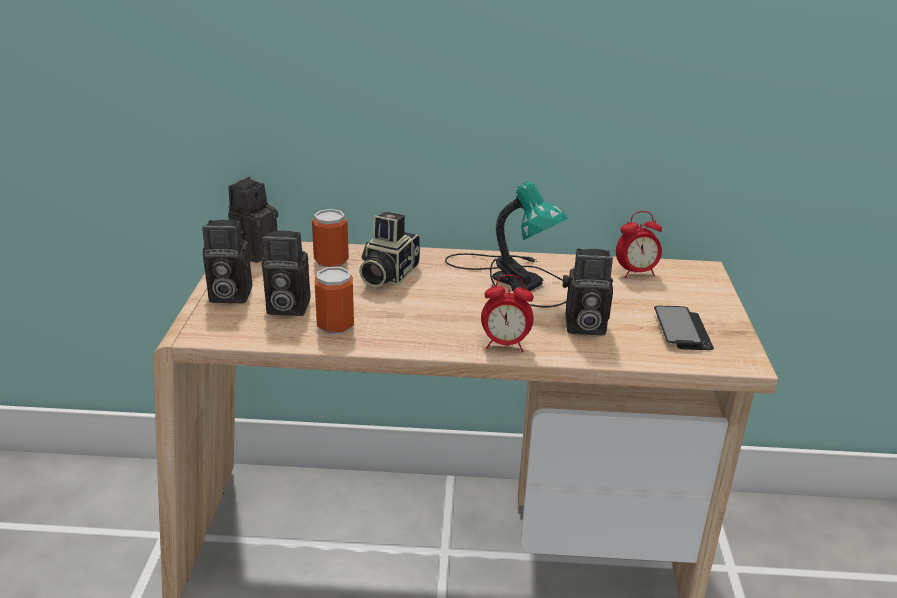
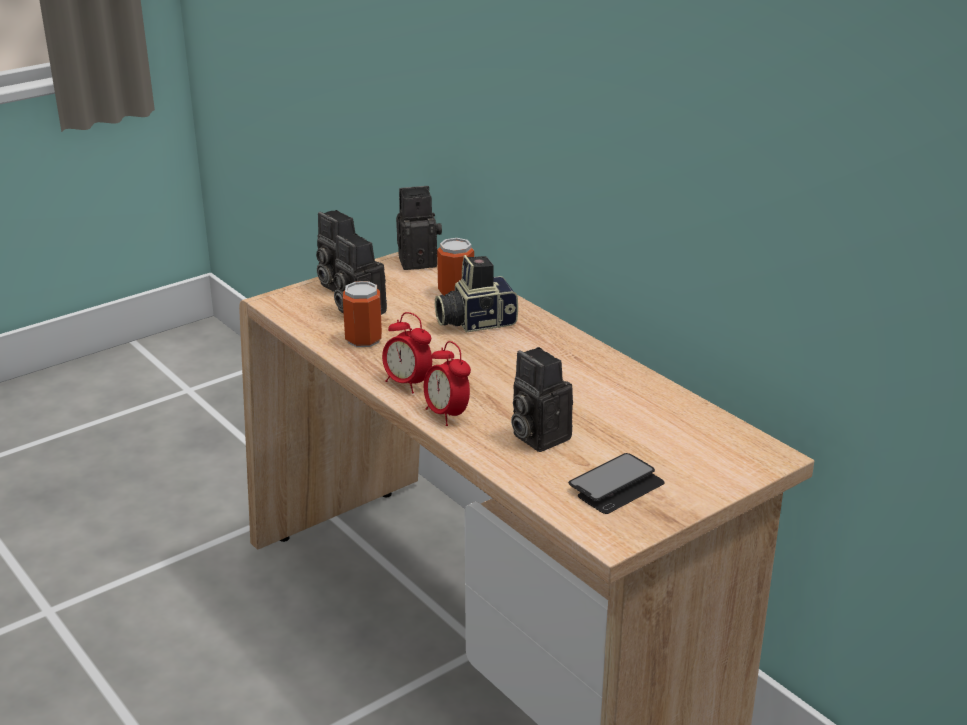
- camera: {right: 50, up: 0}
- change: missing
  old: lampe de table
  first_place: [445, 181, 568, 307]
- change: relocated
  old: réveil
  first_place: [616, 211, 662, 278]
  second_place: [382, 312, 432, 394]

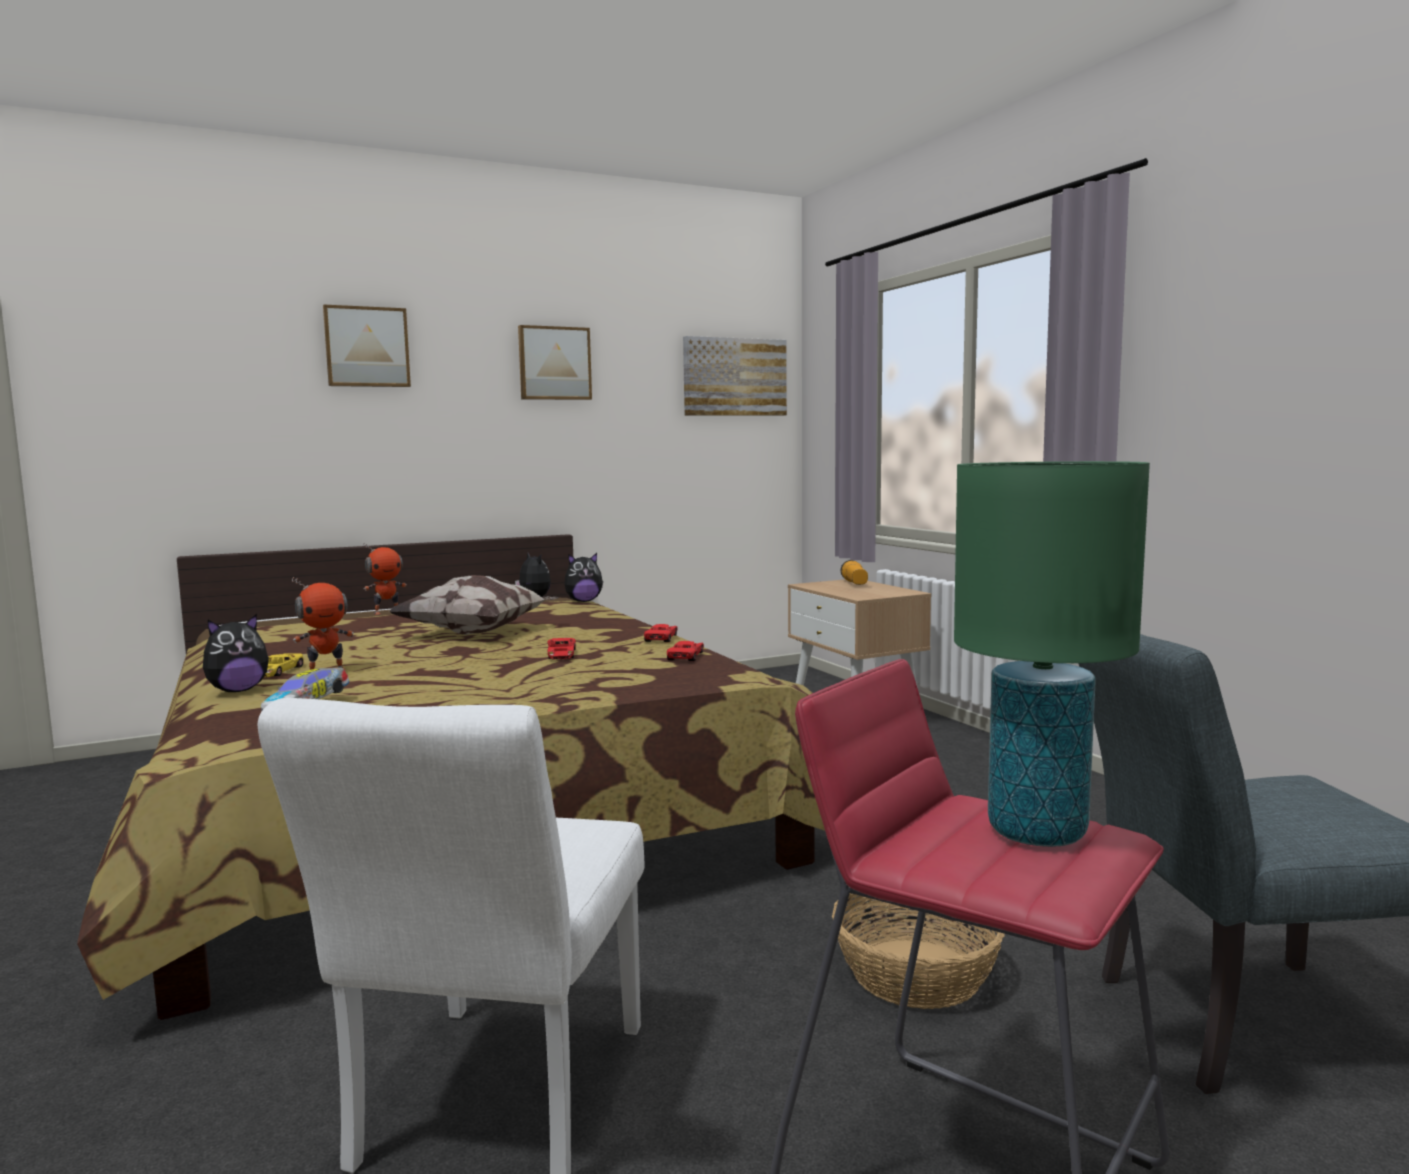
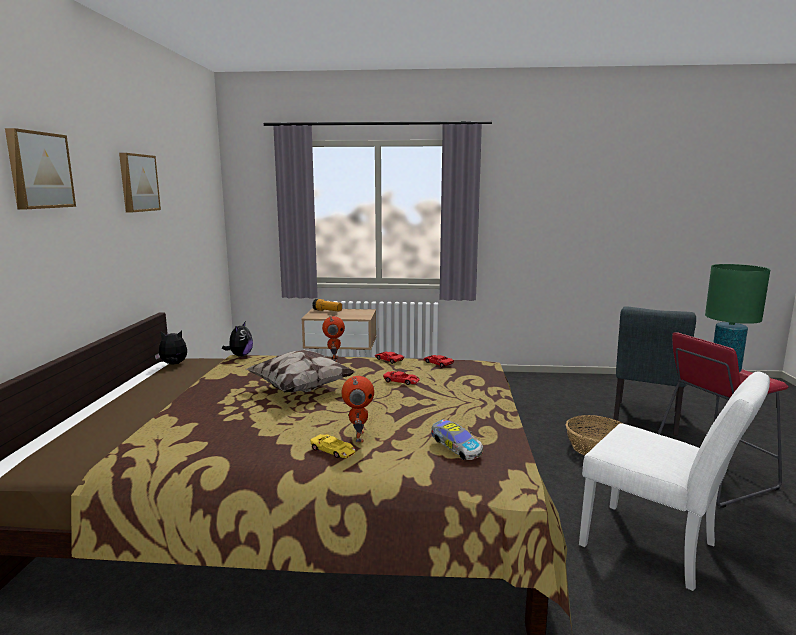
- camera: {right: -60, up: 5}
- change: missing
  old: tableau
  first_place: [683, 336, 787, 416]
- change: relocated
  old: robot jouet
  first_place: [363, 544, 407, 615]
  second_place: [322, 316, 345, 362]
- change: missing
  old: peluche
  first_place: [203, 614, 269, 692]

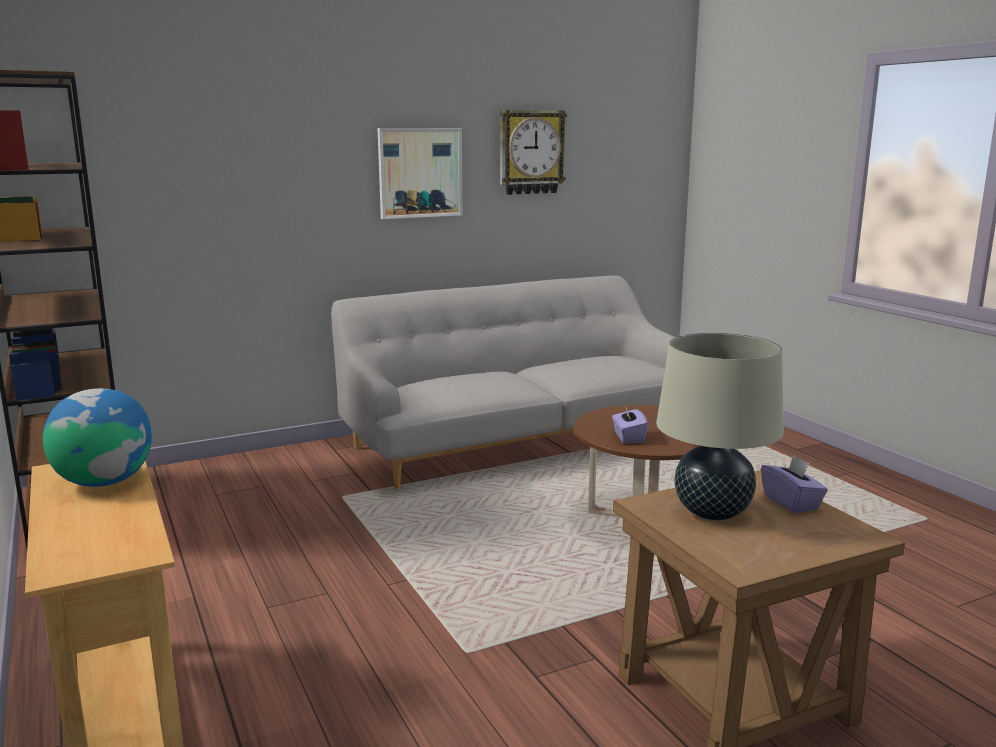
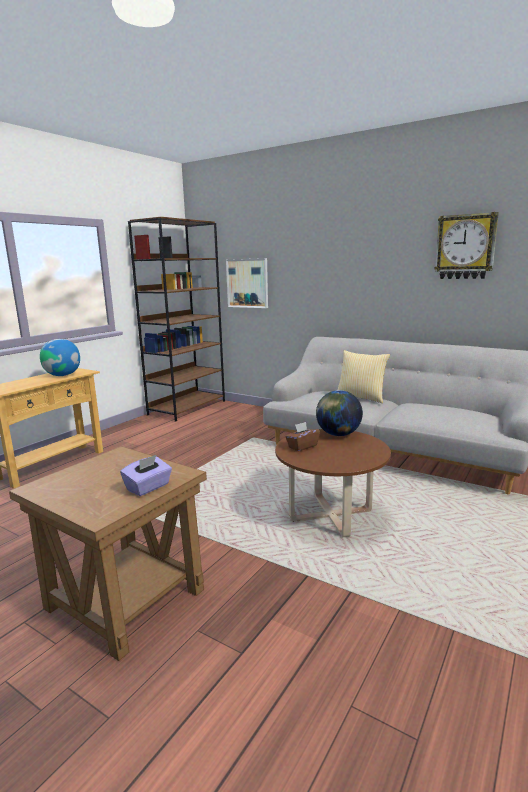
- camera: {right: 60, up: 0}
- change: relocated
  old: tableau
  first_place: [377, 128, 463, 219]
  second_place: [226, 258, 268, 308]
- change: missing
  old: lampe de table [beige]
  first_place: [656, 333, 784, 520]
- change: colour
  old: boîte à mouchoirs [violet]
  new: boîte à mouchoirs [marron]
  first_place: [612, 404, 648, 443]
  second_place: [285, 422, 320, 451]
- change: appeared
  new: coussin
  second_place: [338, 350, 390, 403]
- change: appeared
  new: globe
  second_place: [316, 390, 363, 436]

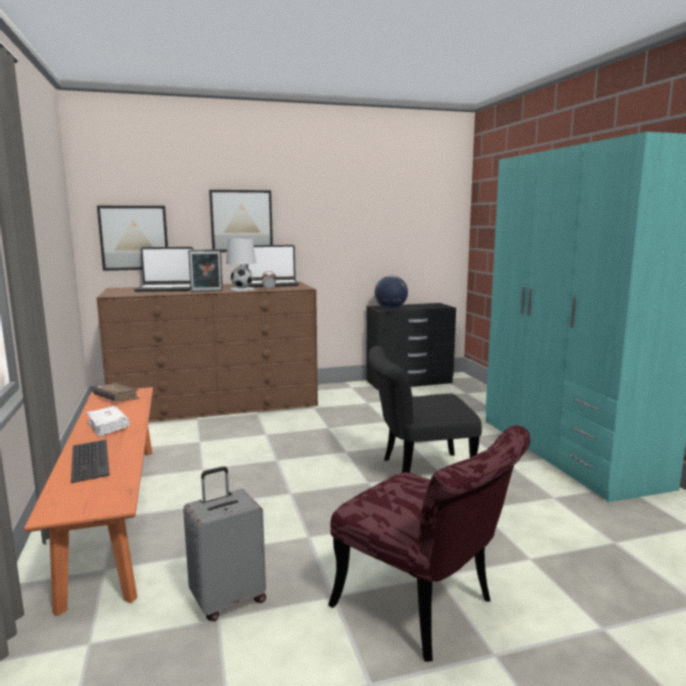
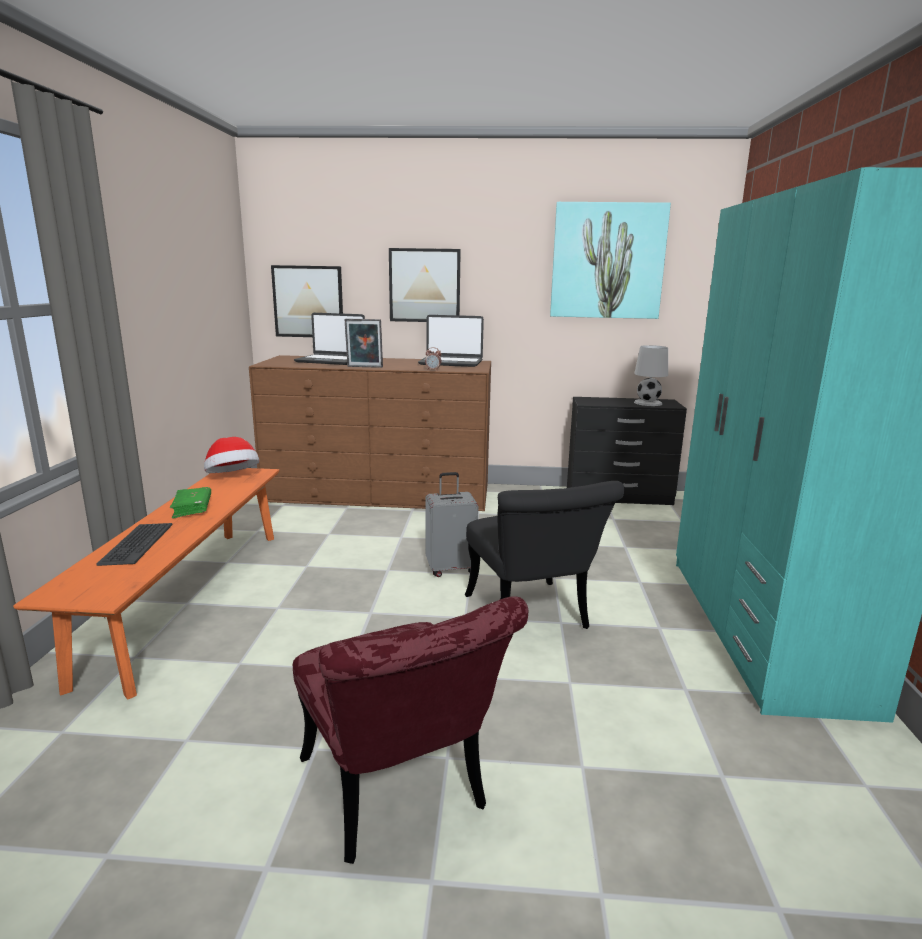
- camera: {right: 20, up: 5}
- change: relocated
  old: lampe de table [blanc]
  first_place: [226, 238, 256, 291]
  second_place: [634, 345, 668, 406]
- change: missing
  old: globe
  first_place: [374, 276, 408, 309]
- change: spun
  old: chaise [noir]
  first_place: [368, 346, 482, 473]
  second_place: [465, 481, 625, 629]
  degrees: -120
- change: exchanged
  old: livre [marron]
  new: chapeau
  first_place: [93, 383, 139, 402]
  second_place: [204, 437, 260, 473]
- change: colour
  old: livre [blanc]
  new: livre [vert]
  first_place: [86, 406, 130, 437]
  second_place: [170, 487, 211, 519]
- change: relocated
  old: valise [gris]
  first_place: [183, 466, 266, 621]
  second_place: [425, 472, 478, 577]
- change: appeared
  new: tableau
  second_place: [550, 202, 671, 319]

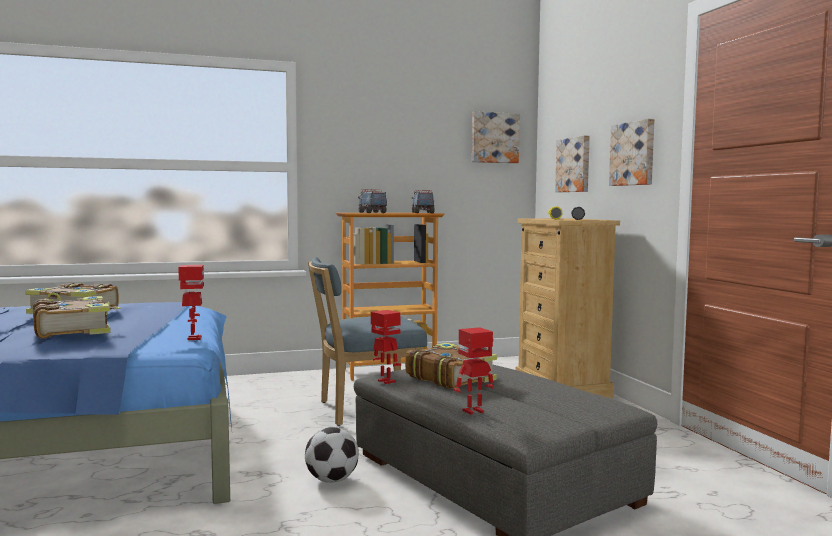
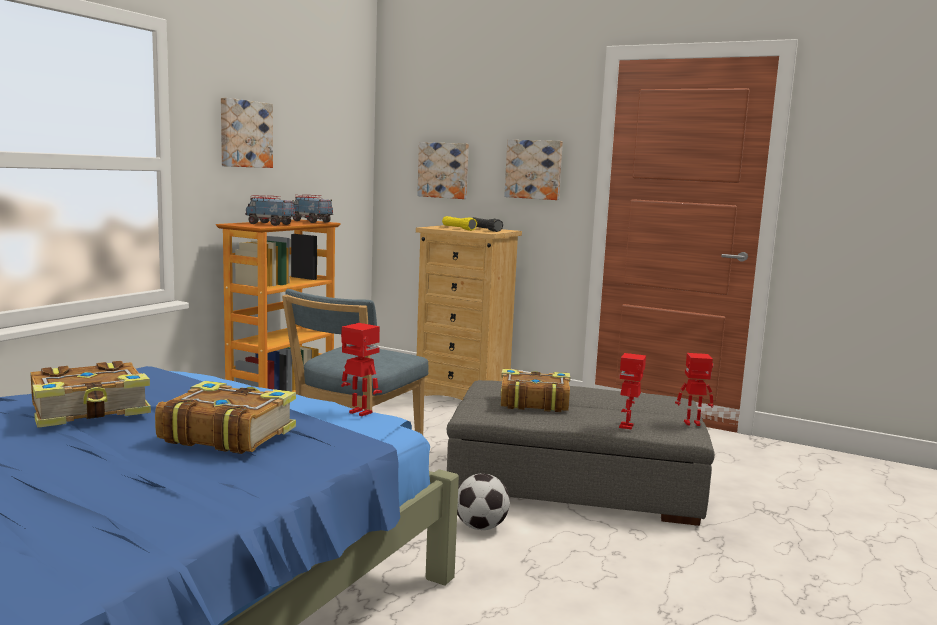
- camera: {right: -45, up: 5}
- change: relocated
  old: tableau
  first_place: [472, 111, 520, 163]
  second_place: [221, 98, 273, 168]
- change: relocated
  old: robot jouet
  first_place: [371, 310, 401, 384]
  second_place: [675, 353, 714, 426]

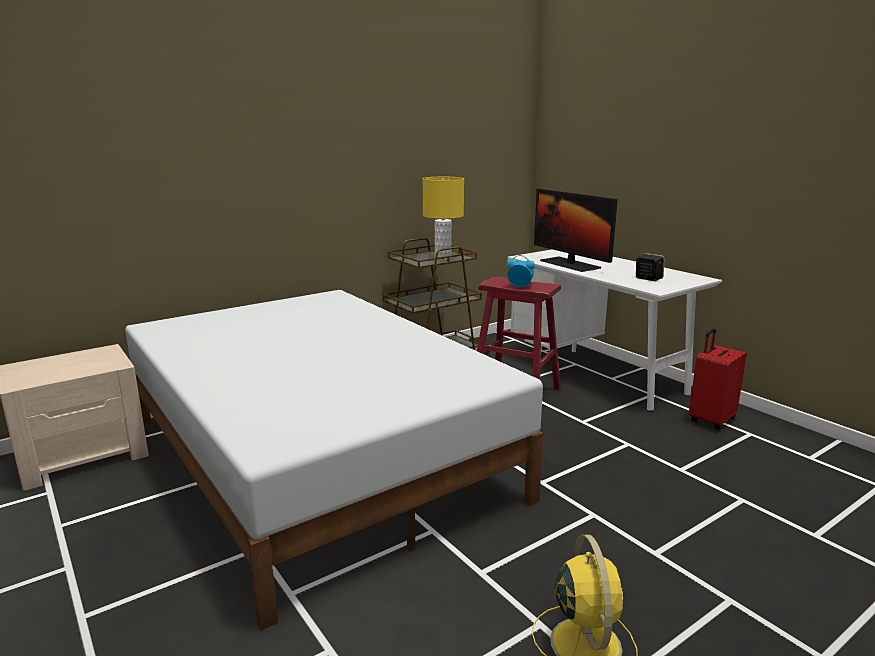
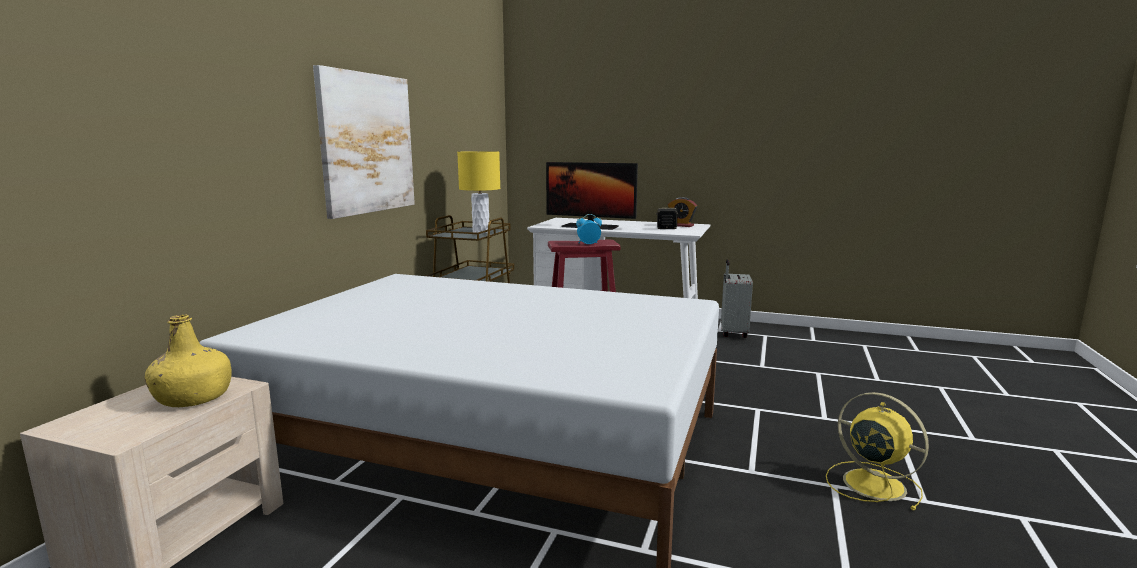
- camera: {right: -35, up: -5}
- change: colour
  old: valise [rouge]
  new: valise [gris]
  first_place: [689, 328, 747, 430]
  second_place: [721, 259, 753, 338]
- change: appeared
  new: tableau
  second_place: [313, 65, 415, 219]
- change: appeared
  new: réveil
  second_place: [668, 197, 697, 227]
- change: appeared
  new: bouteille [jaune]
  second_place: [145, 315, 232, 407]

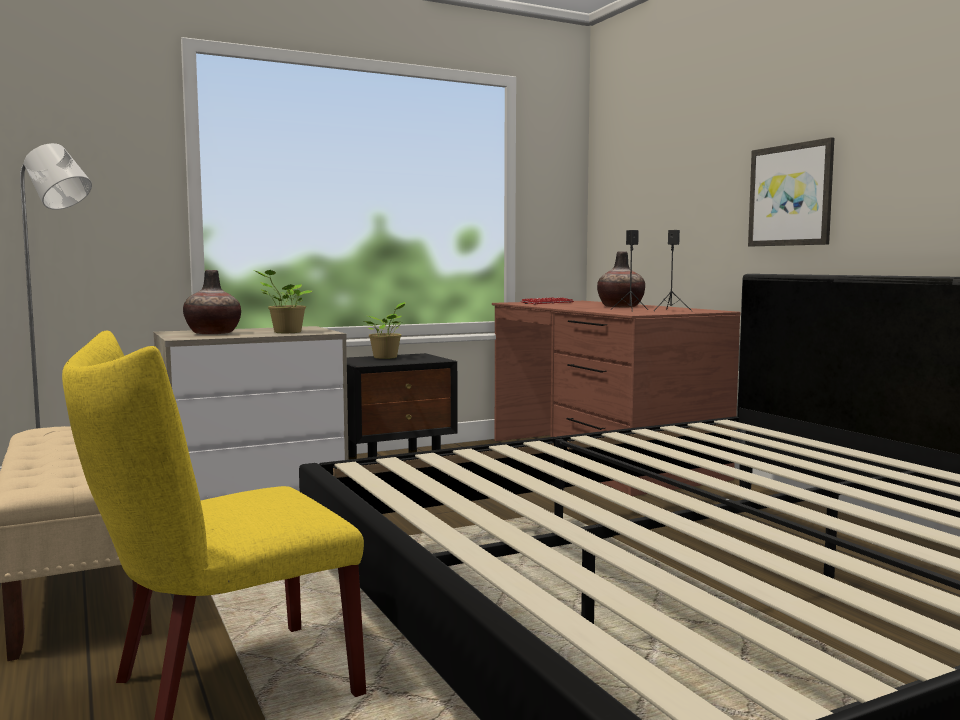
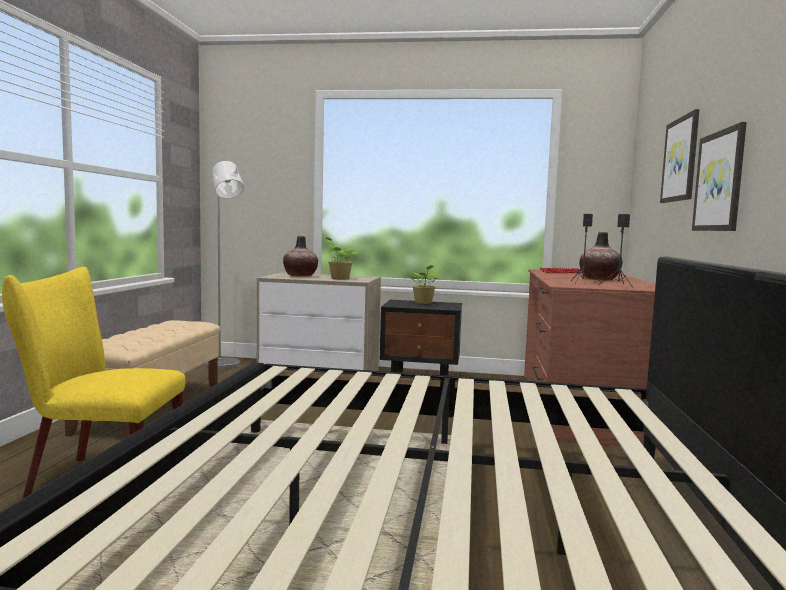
- camera: {right: 35, up: 0}
- change: appeared
  new: tableau
  second_place: [660, 109, 699, 203]

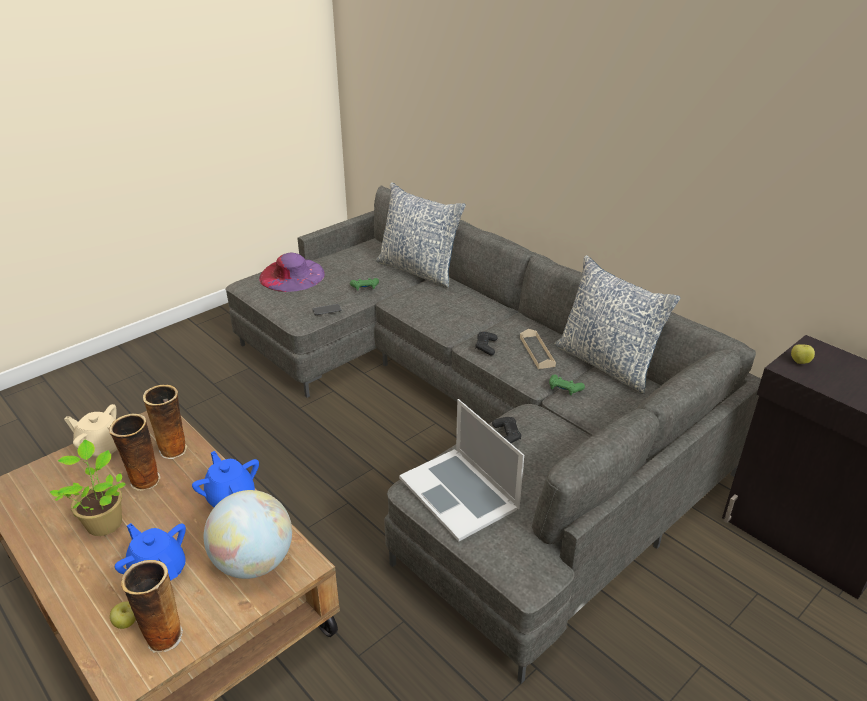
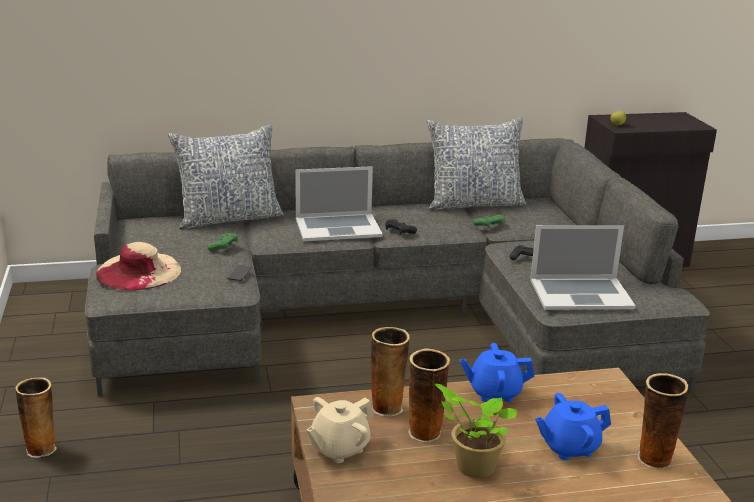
- camera: {right: -60, up: -10}
- change: colour
  old: chapeau [violet]
  new: chapeau [beige]
  first_place: [259, 253, 325, 292]
  second_place: [96, 242, 181, 290]
- change: missing
  old: plateau [beige]
  first_place: [520, 329, 556, 369]
- change: missing
  old: globe
  first_place: [204, 490, 292, 579]
- change: missing
  old: pomme
  first_place: [110, 602, 136, 629]
- change: appeared
  new: ordinateur portable
  second_place: [295, 166, 383, 241]
- change: appeared
  new: vase
  second_place: [15, 377, 57, 458]

